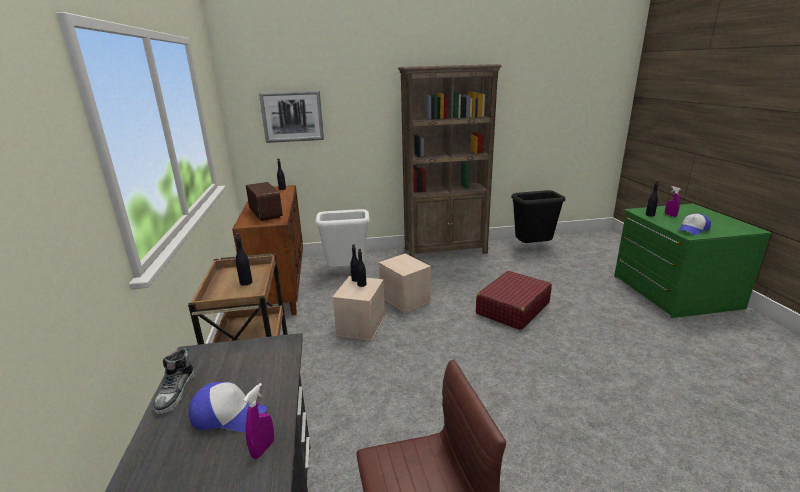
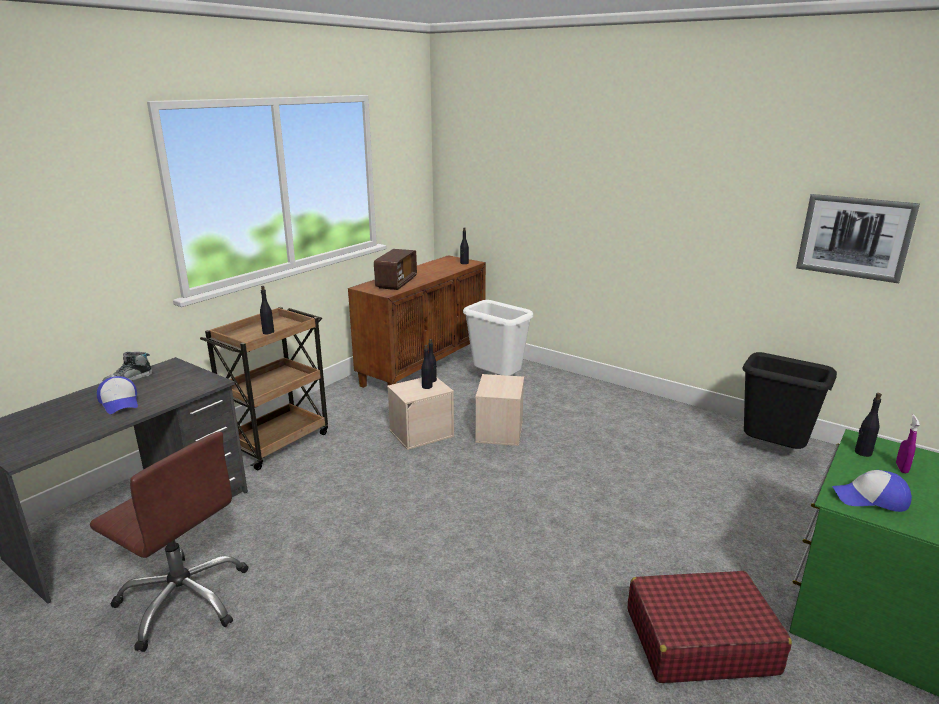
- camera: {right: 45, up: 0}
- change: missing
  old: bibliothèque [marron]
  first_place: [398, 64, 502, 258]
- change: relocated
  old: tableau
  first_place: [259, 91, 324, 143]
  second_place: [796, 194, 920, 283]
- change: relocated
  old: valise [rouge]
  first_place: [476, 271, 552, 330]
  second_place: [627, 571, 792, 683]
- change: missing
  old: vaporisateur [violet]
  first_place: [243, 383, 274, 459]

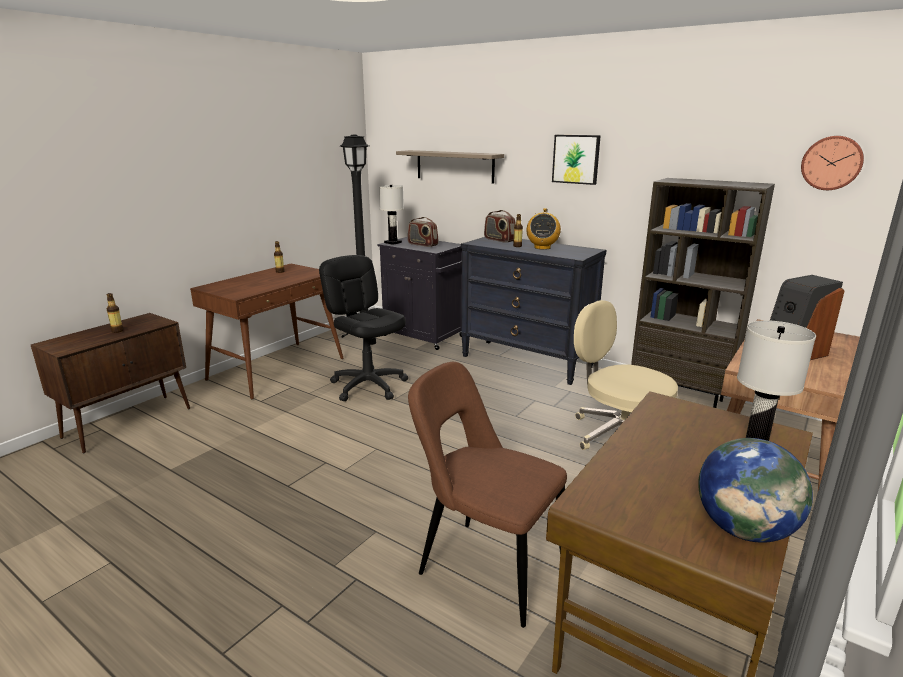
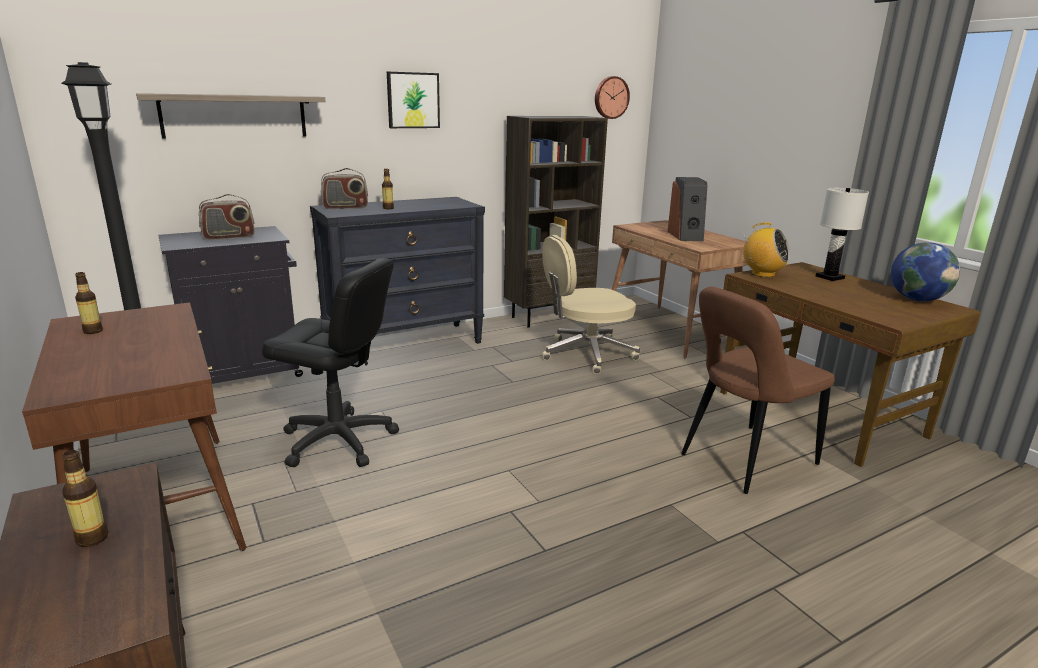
- camera: {right: -65, up: 0}
- change: missing
  old: lampe de table [blanc]
  first_place: [379, 185, 404, 245]
- change: relocated
  old: radio
  first_place: [527, 208, 561, 250]
  second_place: [742, 222, 790, 277]
- change: spun
  old: chaise de bureau [noir]
  first_place: [319, 255, 408, 401]
  second_place: [262, 258, 399, 467]
  degrees: -150

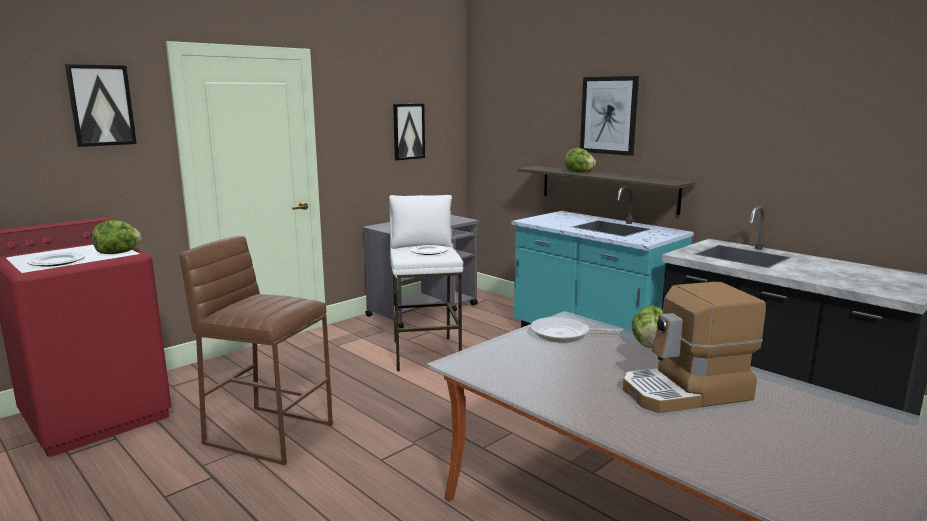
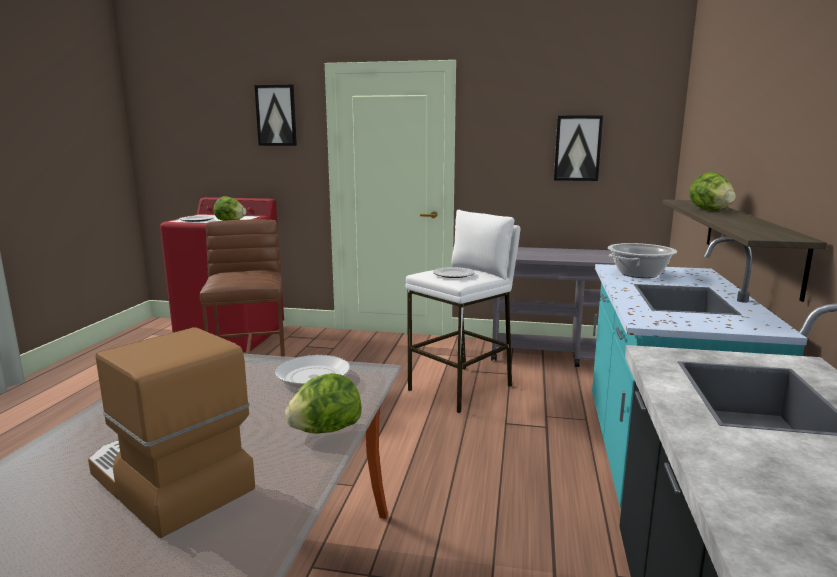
- camera: {right: 55, up: 0}
- change: missing
  old: tableau
  first_place: [580, 76, 639, 156]
- change: appeared
  new: marmite
  second_place: [608, 243, 677, 278]

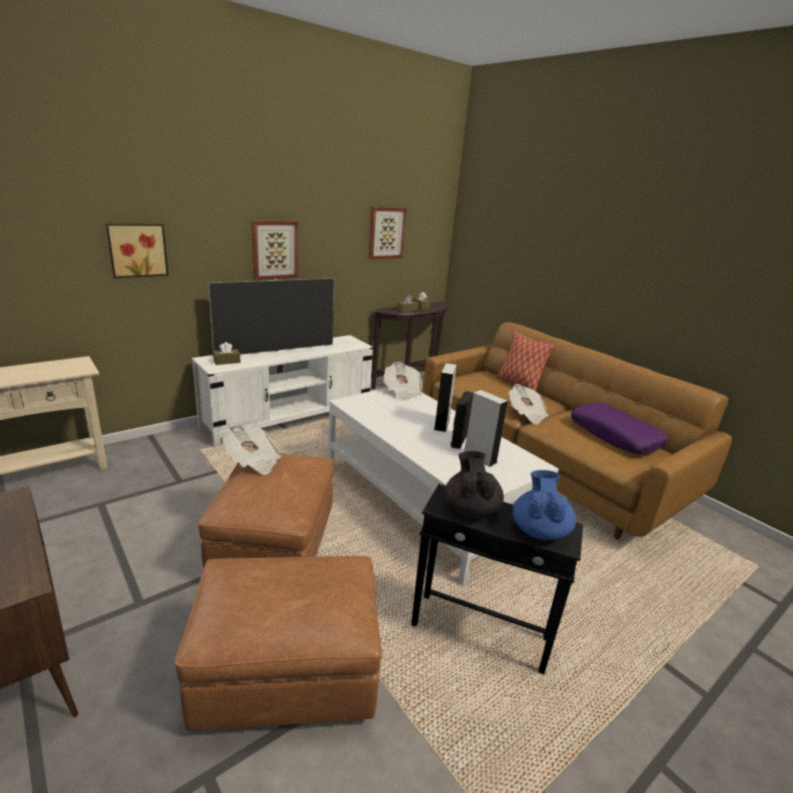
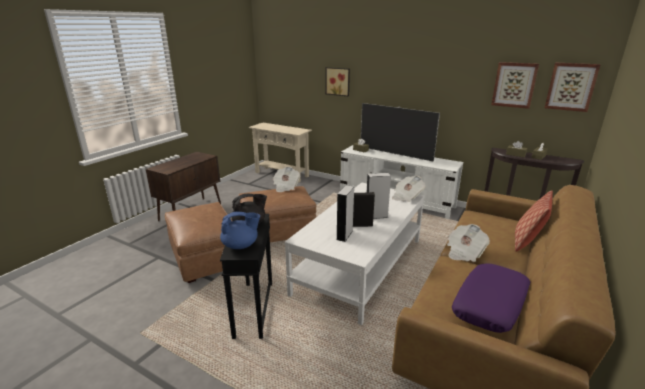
- camera: {right: 70, up: 0}
- change: relocated
  old: tableau
  first_place: [252, 220, 298, 280]
  second_place: [545, 62, 601, 112]

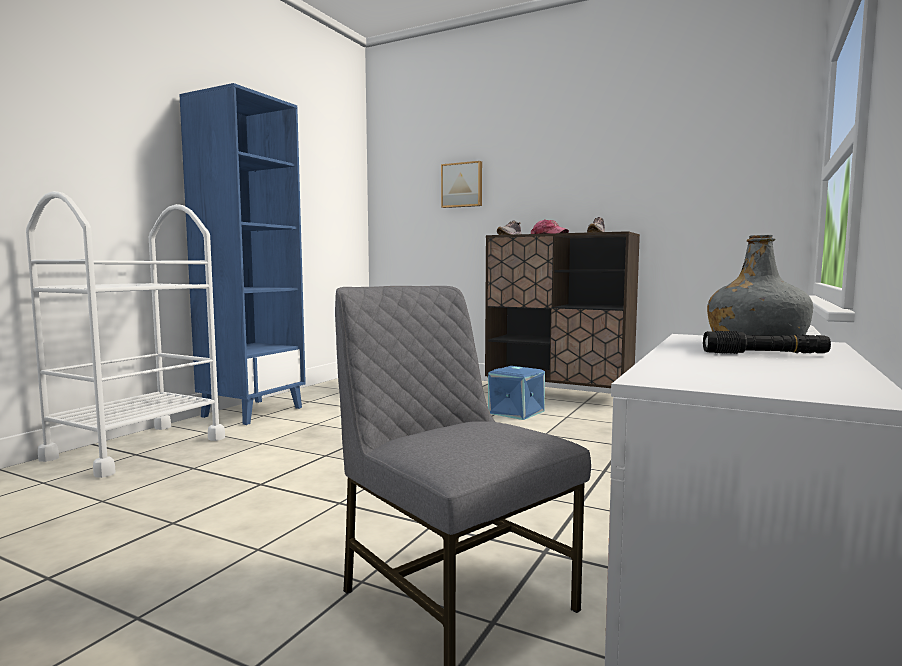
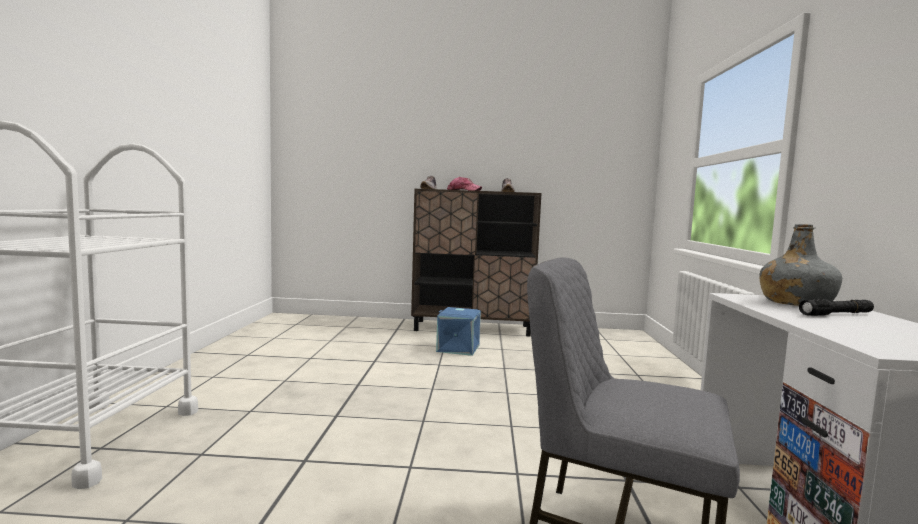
- camera: {right: -25, up: 0}
- change: missing
  old: bibliothèque [bleu]
  first_place: [179, 83, 306, 425]
- change: missing
  old: tableau
  first_place: [441, 161, 482, 208]

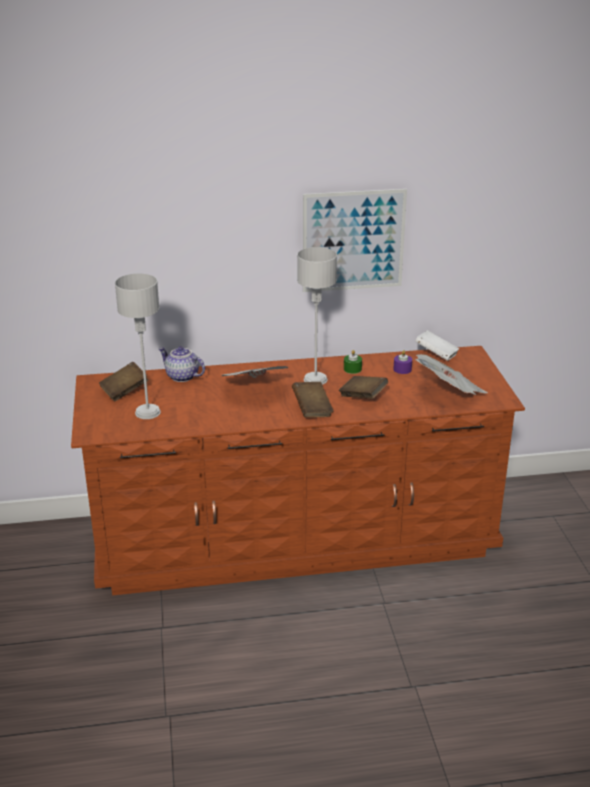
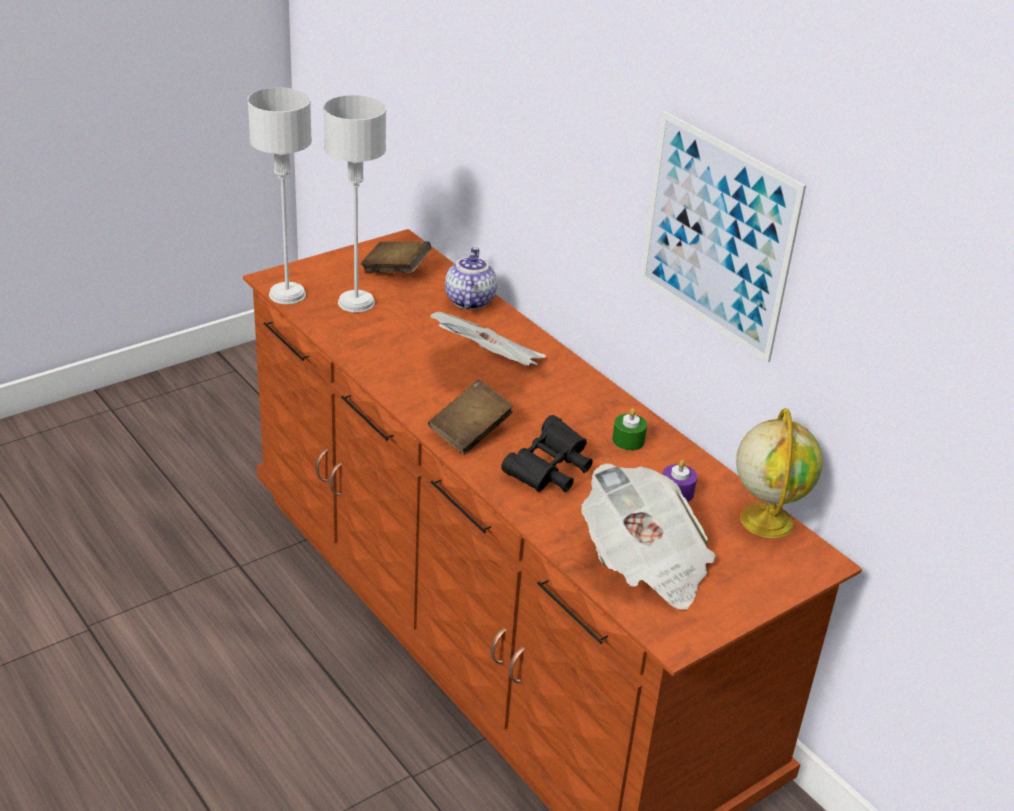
- camera: {right: 60, up: 5}
- change: relocated
  old: lampe de table [gris]
  first_place: [297, 247, 337, 385]
  second_place: [248, 88, 312, 304]
- change: exchanged
  old: livre [blanc]
  new: globe
  first_place: [415, 330, 459, 361]
  second_place: [736, 408, 823, 538]
- change: exchanged
  old: livre [marron]
  new: jumelles [noir]
  first_place: [339, 376, 388, 399]
  second_place: [501, 415, 593, 492]

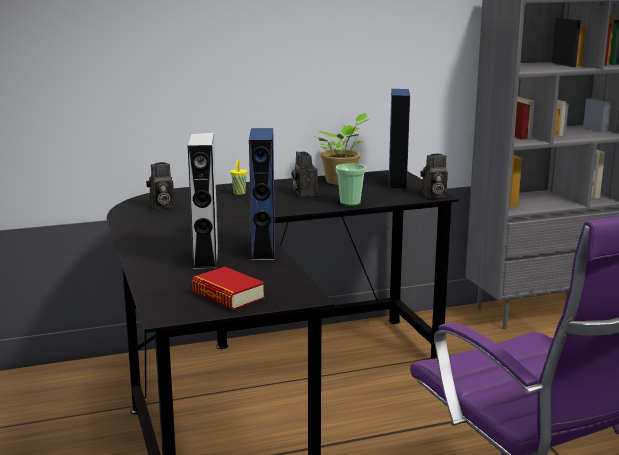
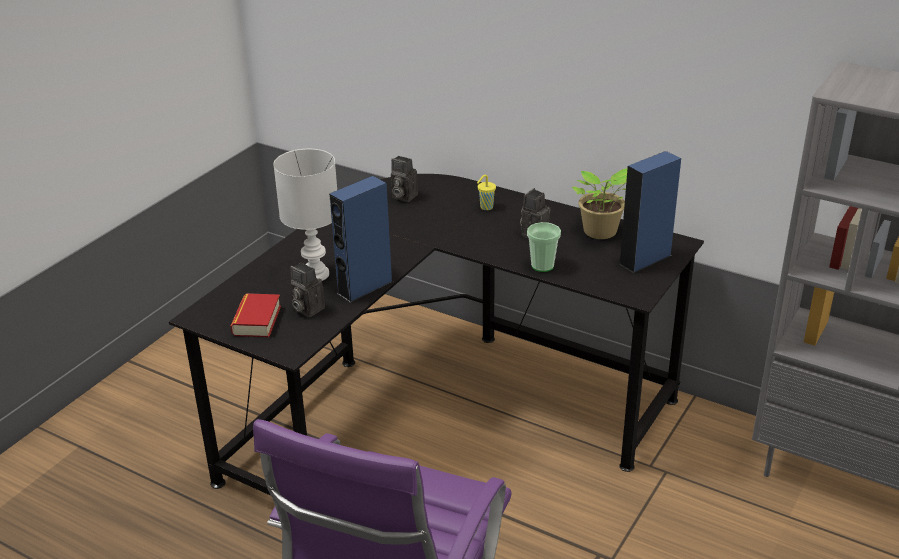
- camera: {right: 50, up: 15}
- change: exchanged
  old: enceinte [gris]
  new: lampe de table [blanc]
  first_place: [188, 133, 219, 269]
  second_place: [273, 149, 337, 281]
- change: relocated
  old: appareil photo
  first_place: [420, 153, 448, 198]
  second_place: [290, 262, 325, 317]

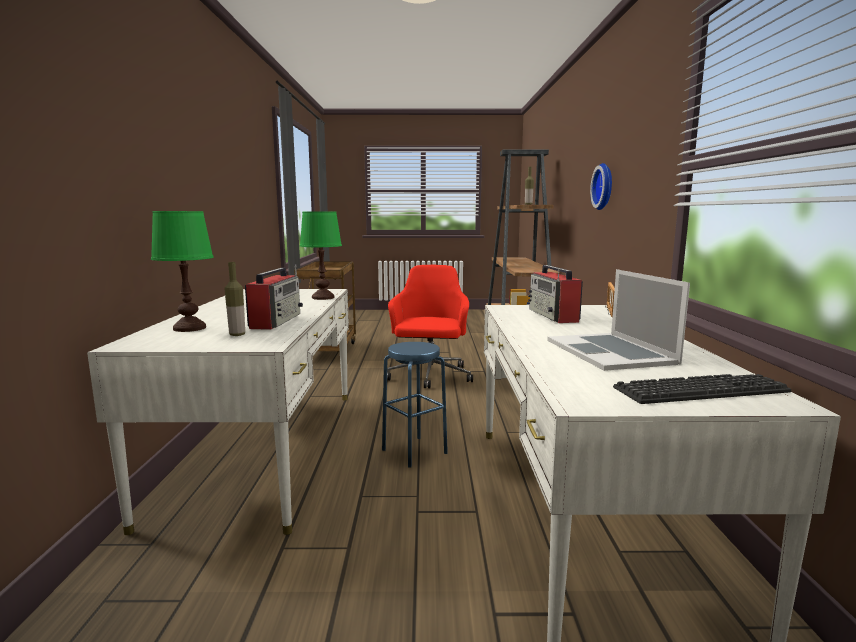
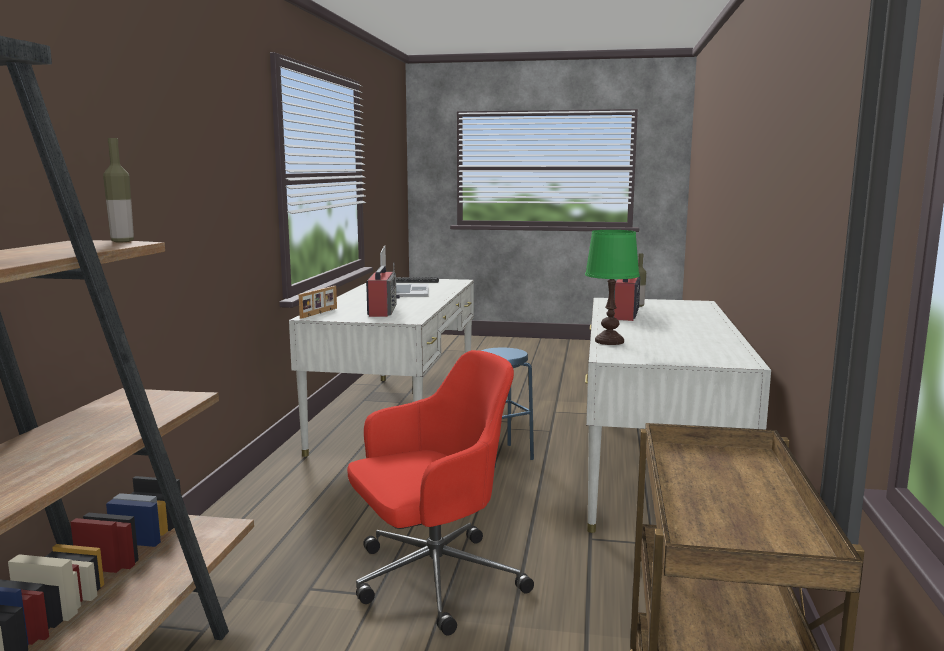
- camera: {right: -170, up: 0}
- change: missing
  old: horloge murale
  first_place: [590, 163, 612, 210]
- change: missing
  old: lampe de table [vert]
  first_place: [151, 211, 214, 332]
- change: spun
  old: chaise de bureau [rouge]
  first_place: [387, 265, 473, 389]
  second_place: [347, 350, 534, 636]
  degrees: -135

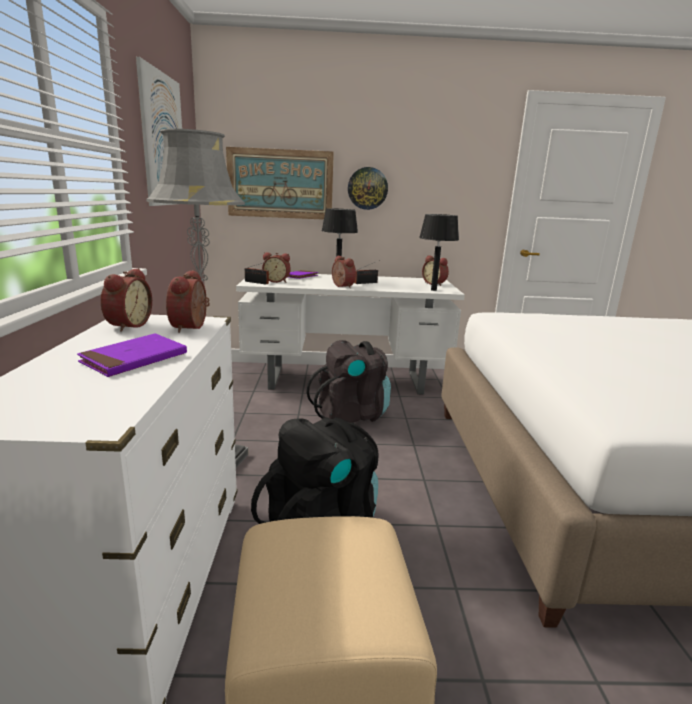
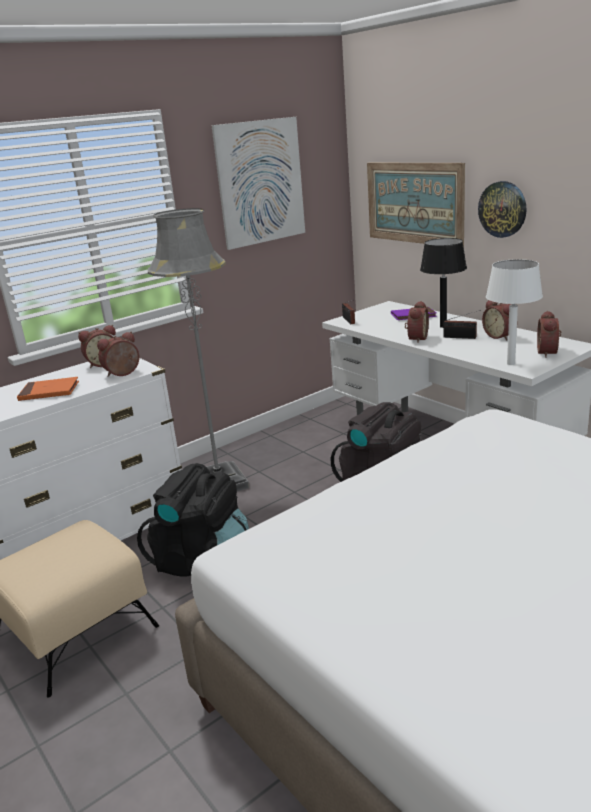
- camera: {right: 55, up: 5}
- change: colour
  old: lampe de table [noir]
  new: lampe de table [blanc]
  first_place: [419, 214, 459, 291]
  second_place: [486, 259, 543, 365]
- change: relocated
  old: réveil
  first_place: [262, 252, 291, 283]
  second_place: [482, 300, 511, 340]
- change: colour
  old: livre [violet]
  new: livre [orange]
  first_place: [77, 333, 187, 377]
  second_place: [17, 377, 79, 401]

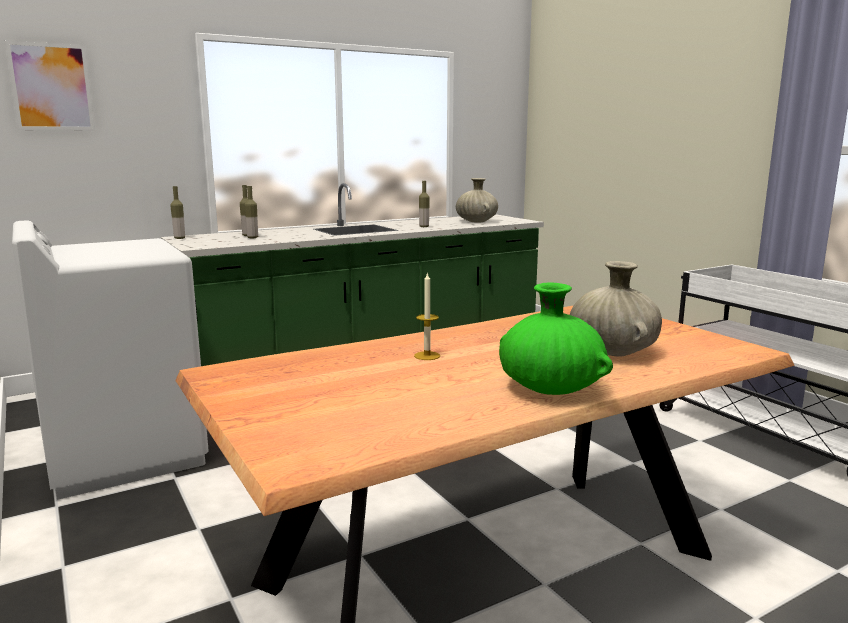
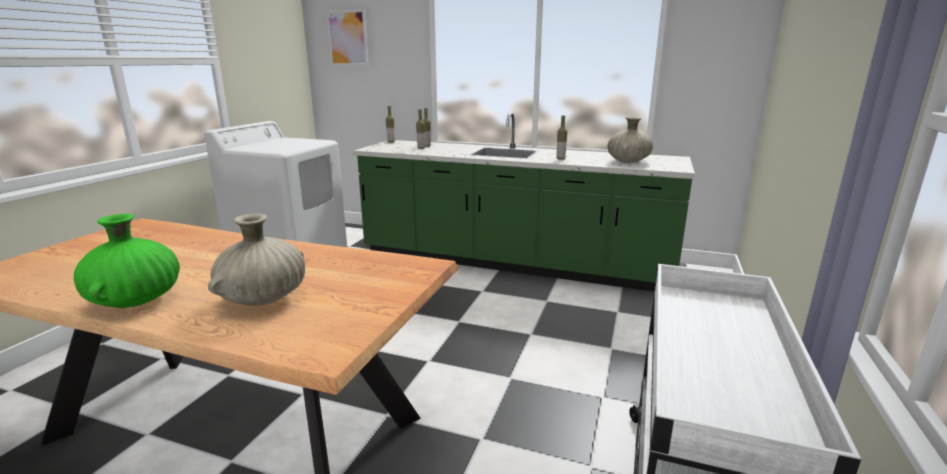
- camera: {right: 50, up: 5}
- change: missing
  old: bougie
  first_place: [414, 272, 440, 360]

